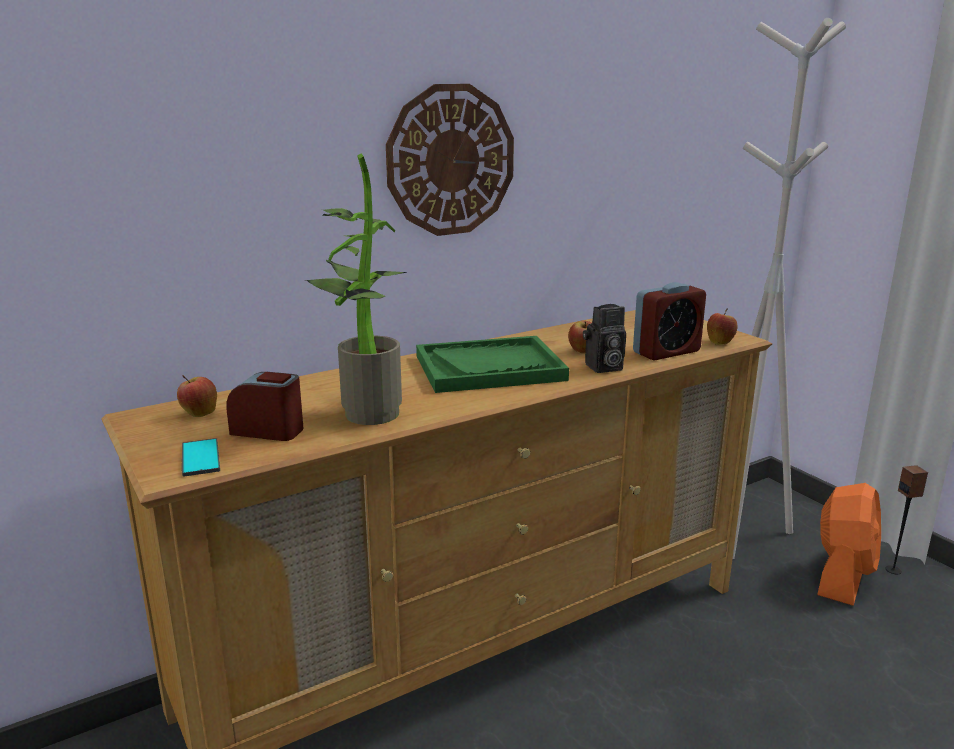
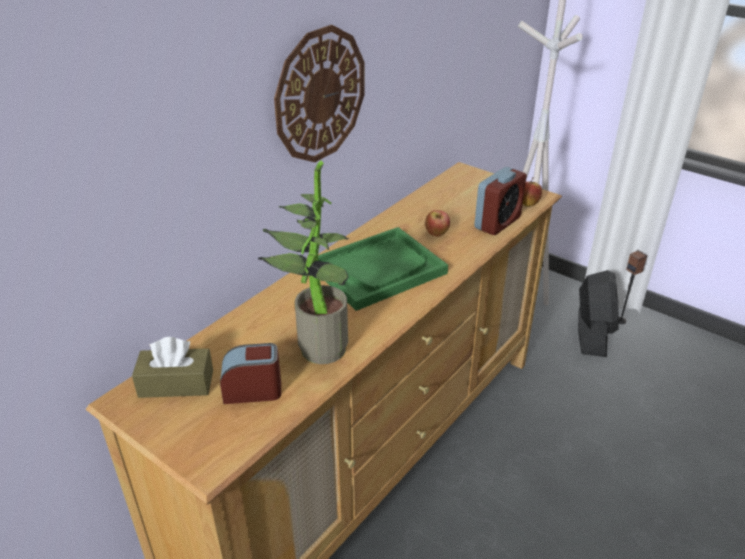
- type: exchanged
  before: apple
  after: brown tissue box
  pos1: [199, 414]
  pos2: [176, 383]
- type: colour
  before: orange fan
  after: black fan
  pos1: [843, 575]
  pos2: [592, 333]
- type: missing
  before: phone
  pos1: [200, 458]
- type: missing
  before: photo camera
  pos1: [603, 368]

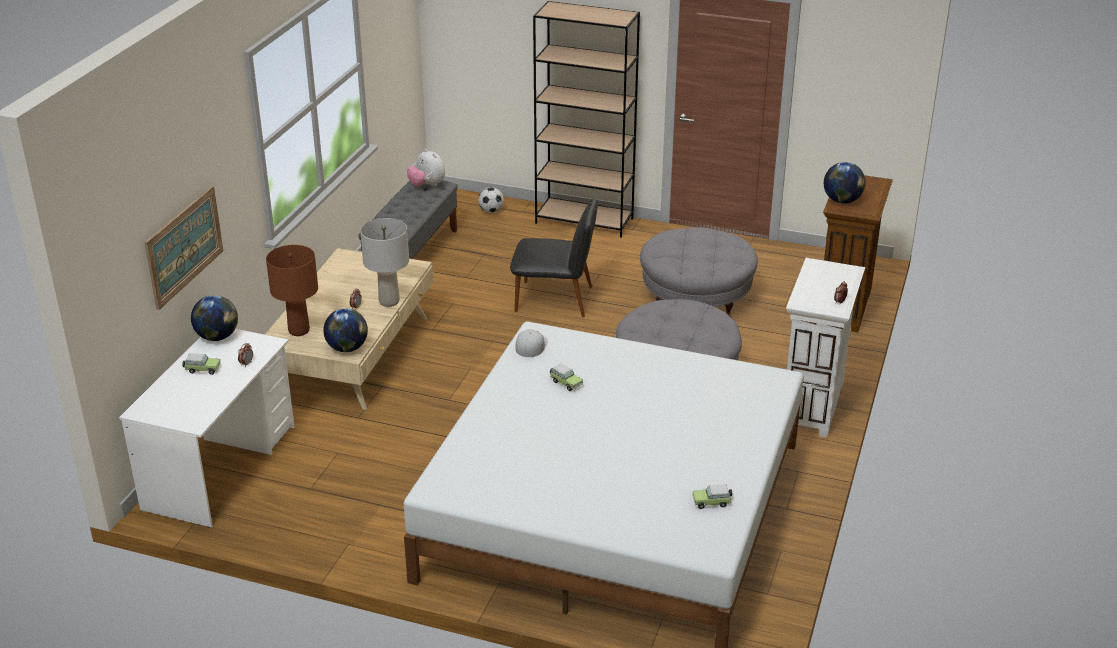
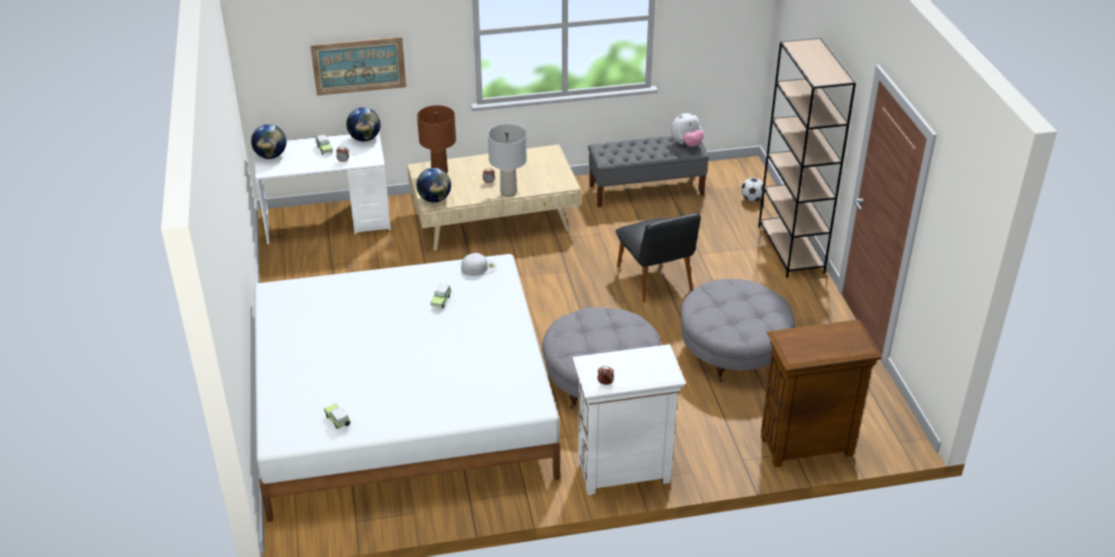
- type: relocated
  before: globe
  pos1: [842, 201]
  pos2: [271, 156]
- type: spun
  before: plush toy
  pos1: [427, 185]
  pos2: [686, 144]
  turn: -135

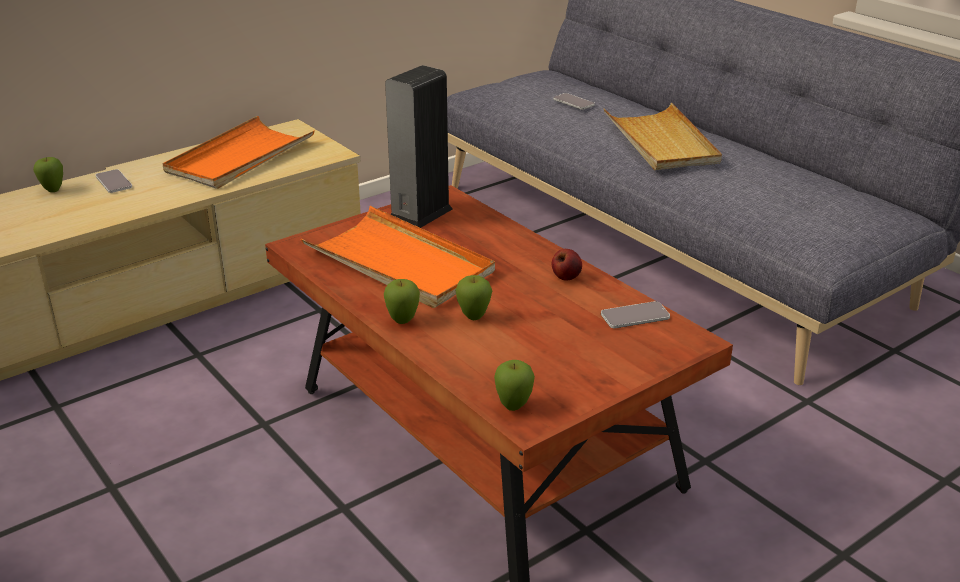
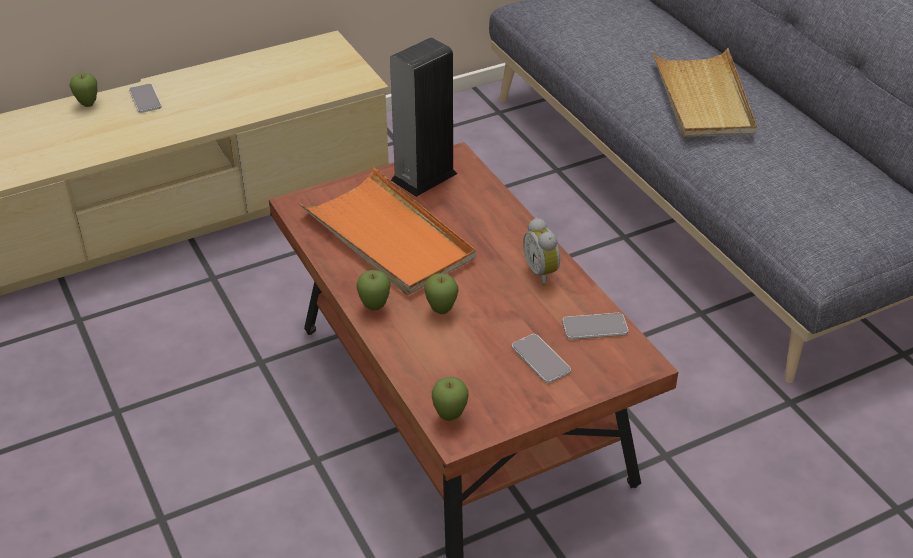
- type: relocated
  before: phone
  pos1: [573, 102]
  pos2: [540, 359]
- type: exchanged
  before: apple
  after: alarm clock
  pos1: [566, 277]
  pos2: [542, 272]
- type: missing
  before: orange tray
  pos1: [239, 158]

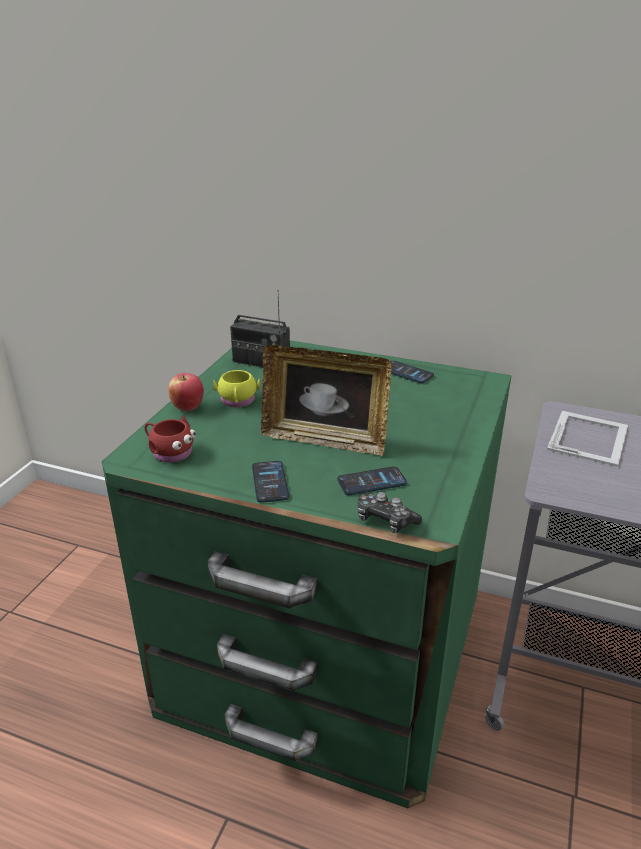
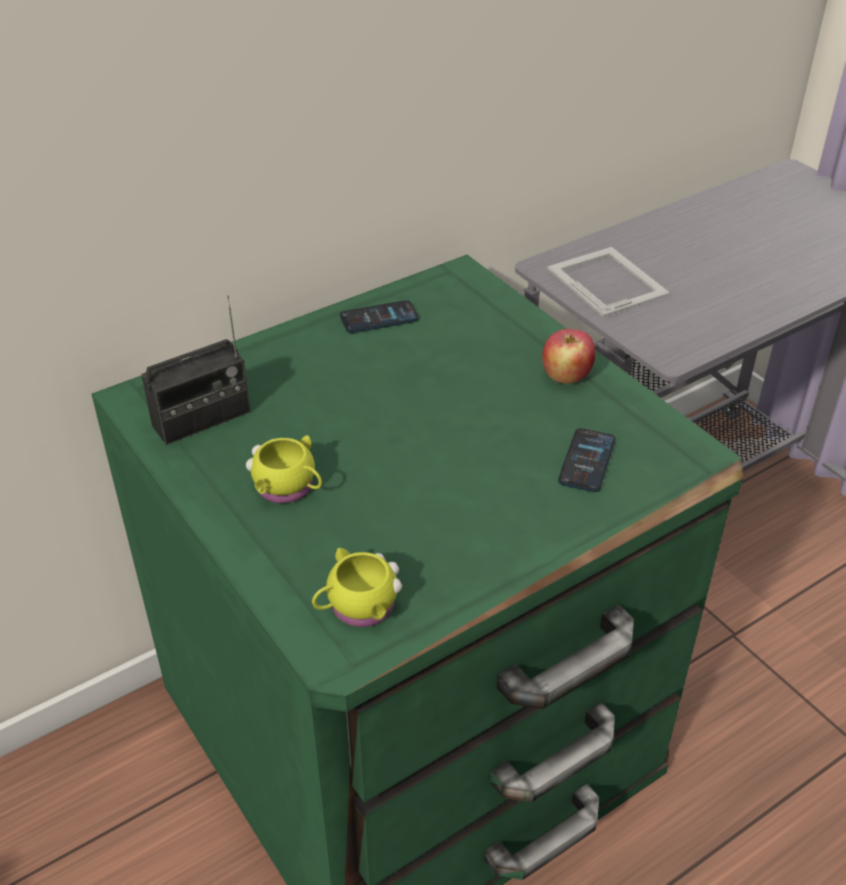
- type: colour
  before: red mug
  after: yellow mug
  pos1: [169, 452]
  pos2: [357, 607]
- type: relocated
  before: apple
  pos1: [187, 407]
  pos2: [566, 377]
- type: missing
  before: phone
  pos1: [270, 482]
- type: missing
  before: picture frame
  pos1: [324, 439]
- type: missing
  before: game controller
  pos1: [385, 520]

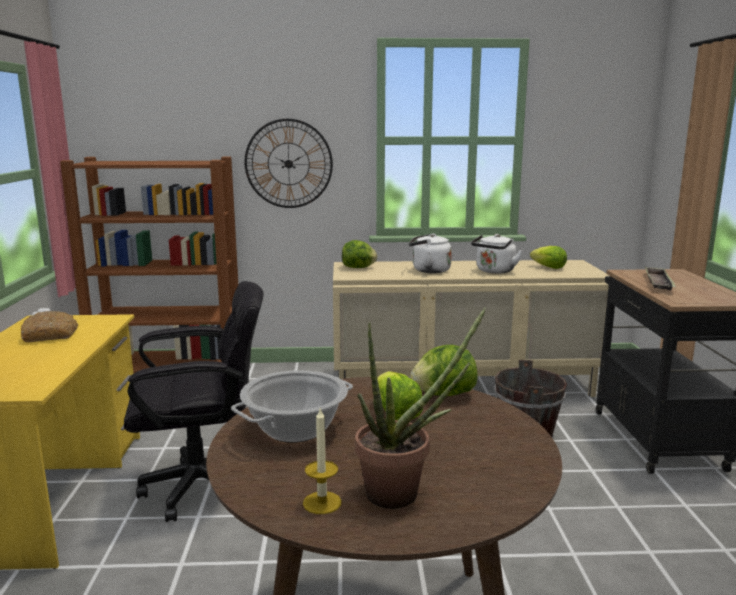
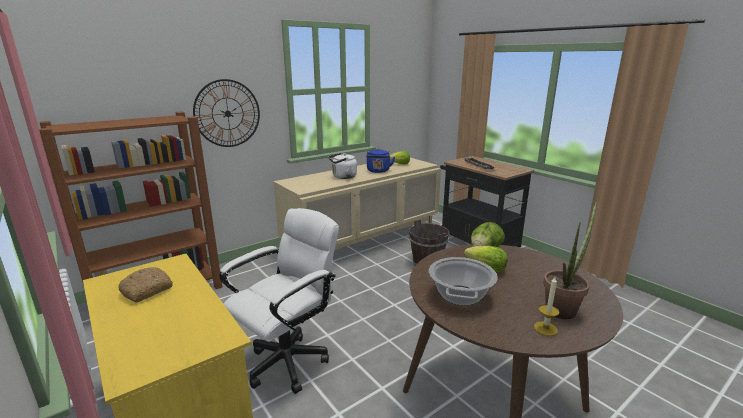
- type: colour
  before: black office chair
  after: white office chair
  pos1: [204, 487]
  pos2: [290, 361]
- type: colour
  before: white kettle
  after: blue kettle
  pos1: [494, 271]
  pos2: [378, 171]
- type: missing
  before: lettuce
  pos1: [358, 268]

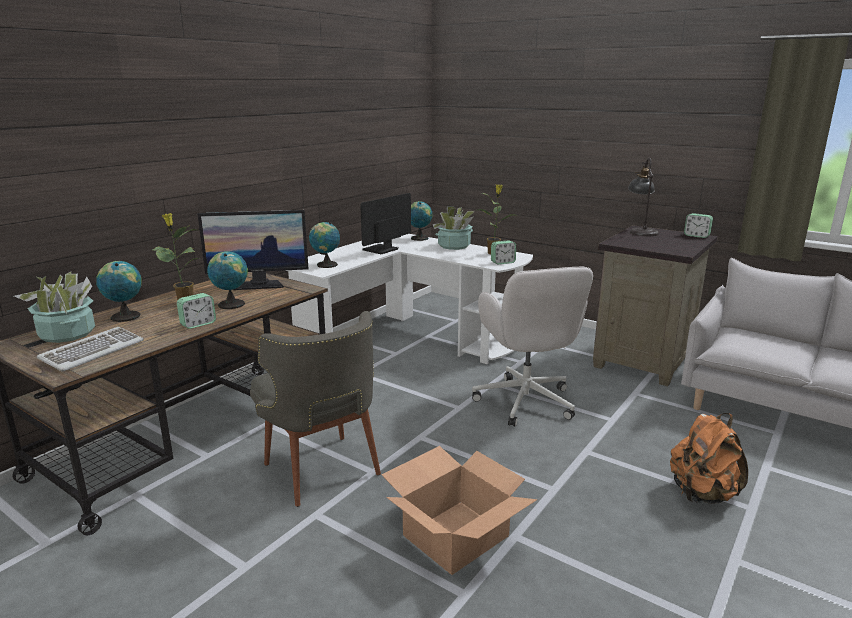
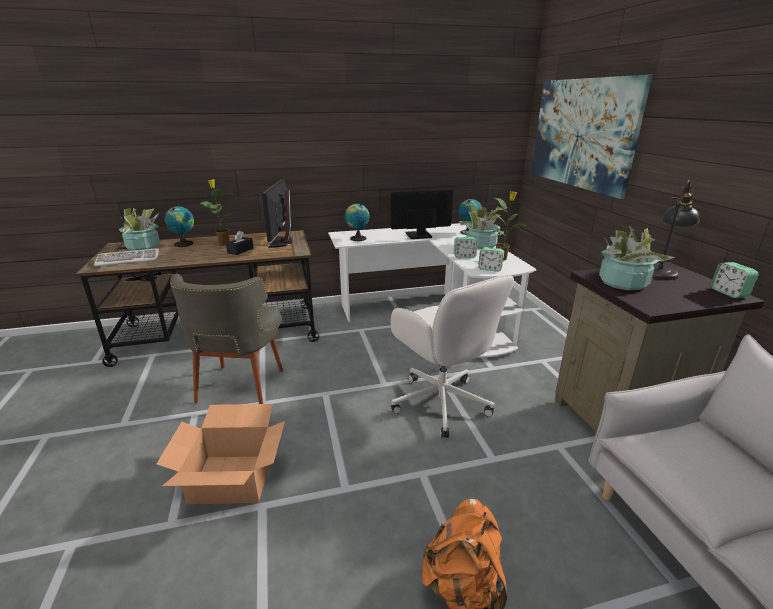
- type: exchanged
  before: globe
  after: black tissue box
  pos1: [231, 304]
  pos2: [240, 250]
- type: spun
  before: monitor
  pos1: [259, 285]
  pos2: [282, 242]
  turn: 60
- type: spun
  before: white office chair
  pos1: [524, 401]
  pos2: [440, 403]
  turn: -60
- type: relocated
  before: alarm clock
  pos1: [198, 324]
  pos2: [464, 257]
- type: appeared
  after: picture
  pos2: [582, 133]
- type: appeared
  after: potted plant
  pos2: [622, 282]

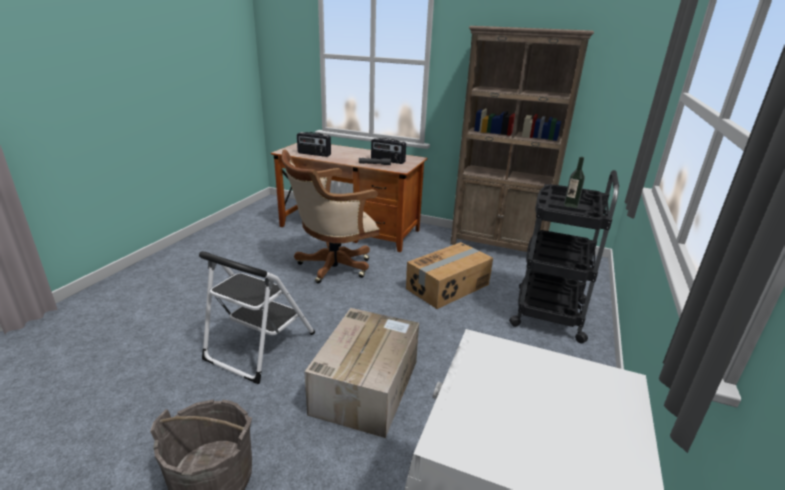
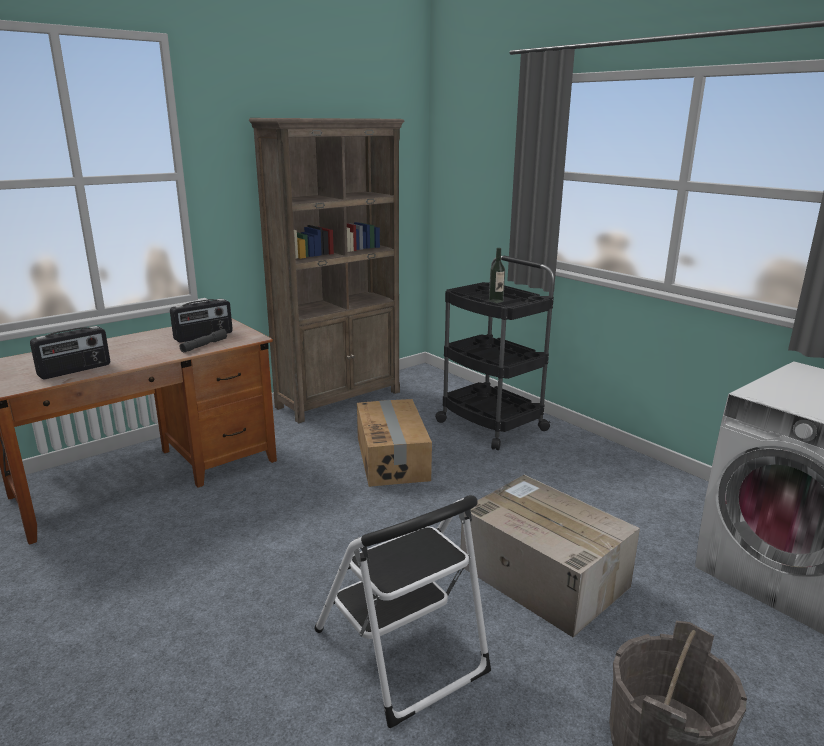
- type: missing
  before: office chair
  pos1: [331, 267]

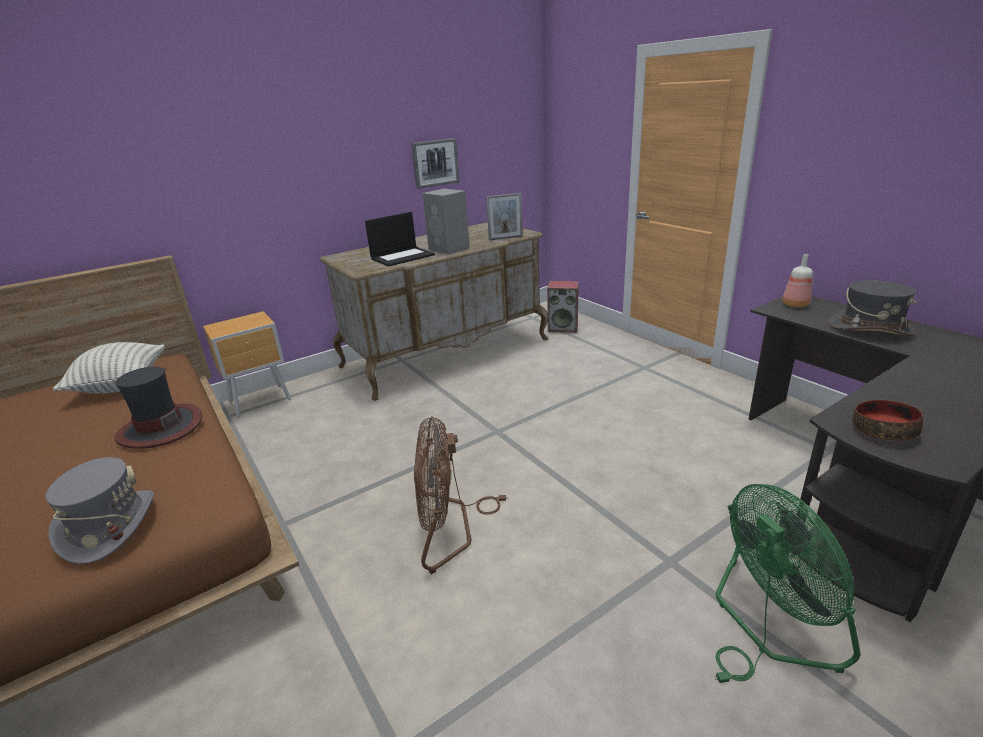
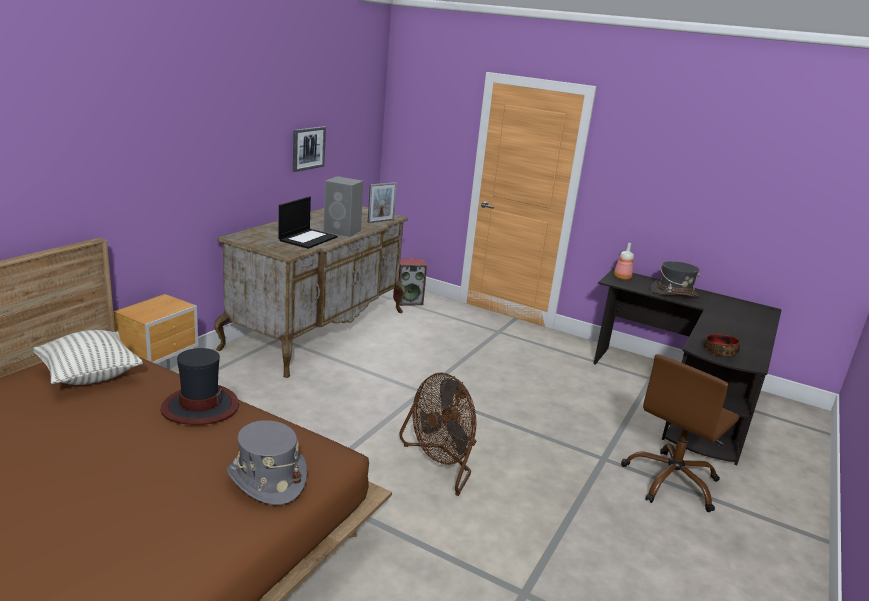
- type: exchanged
  before: green fan
  after: brown office chair
  pos1: [761, 625]
  pos2: [672, 481]

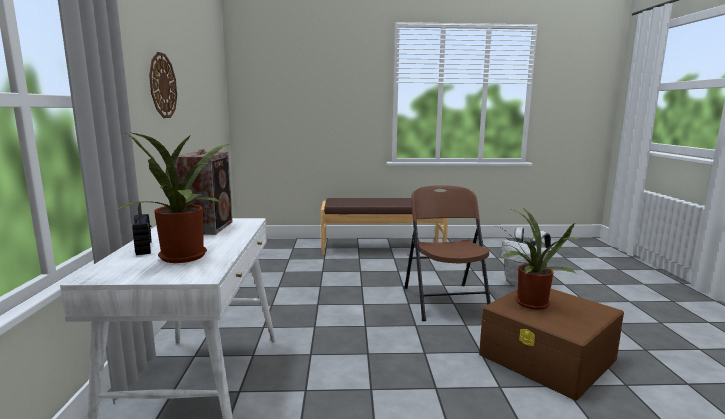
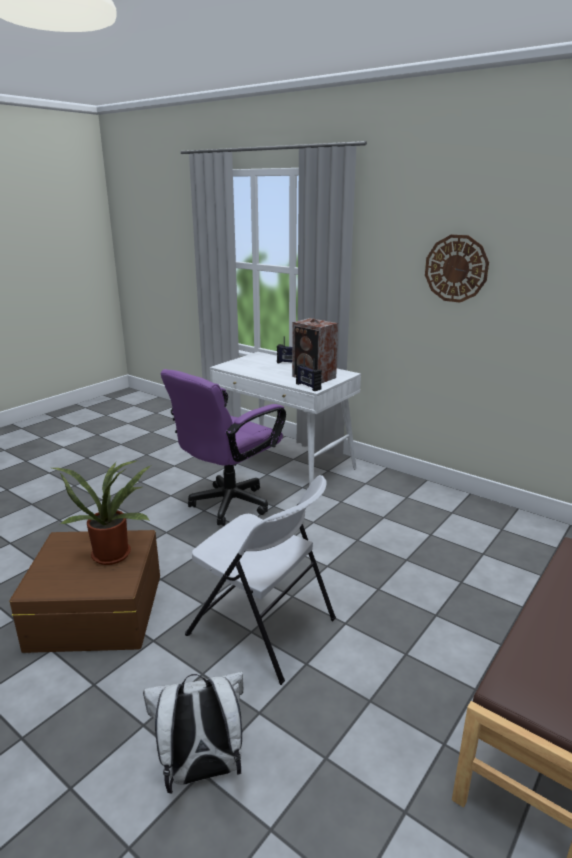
- type: appeared
  after: purple office chair
  pos2: [227, 507]
- type: colour
  before: brown chair
  after: white chair
  pos1: [445, 302]
  pos2: [261, 627]
- type: appeared
  after: radio
  pos2: [308, 386]
- type: missing
  before: potted plant
  pos1: [185, 258]

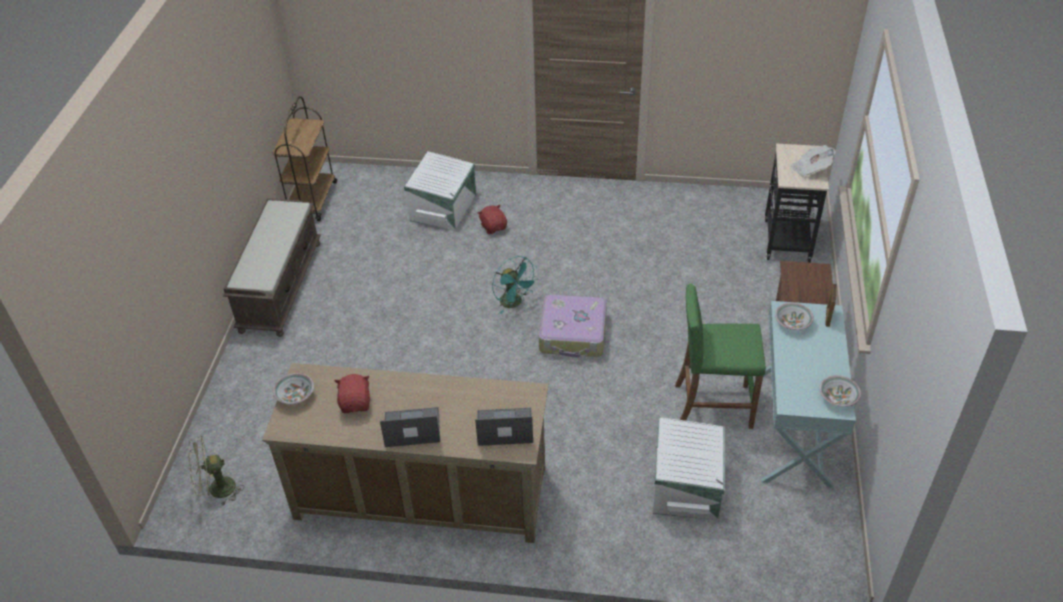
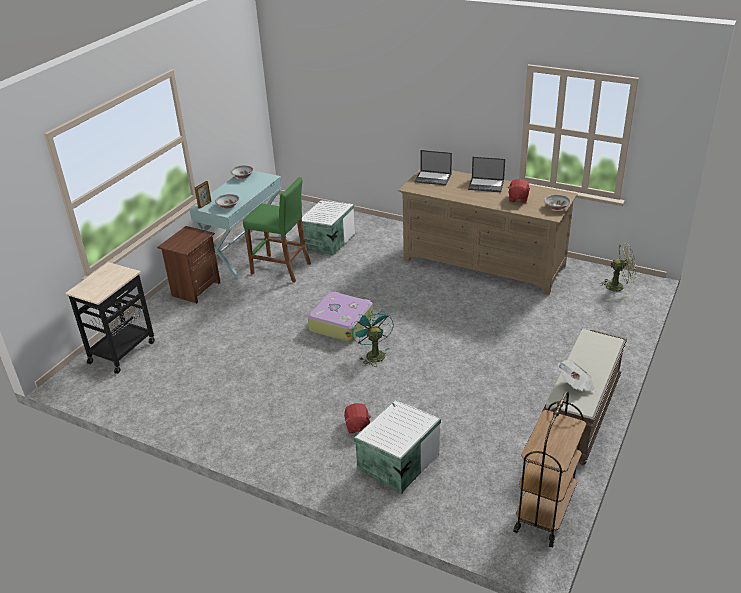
- type: relocated
  before: newspaper
  pos1: [811, 169]
  pos2: [576, 385]

